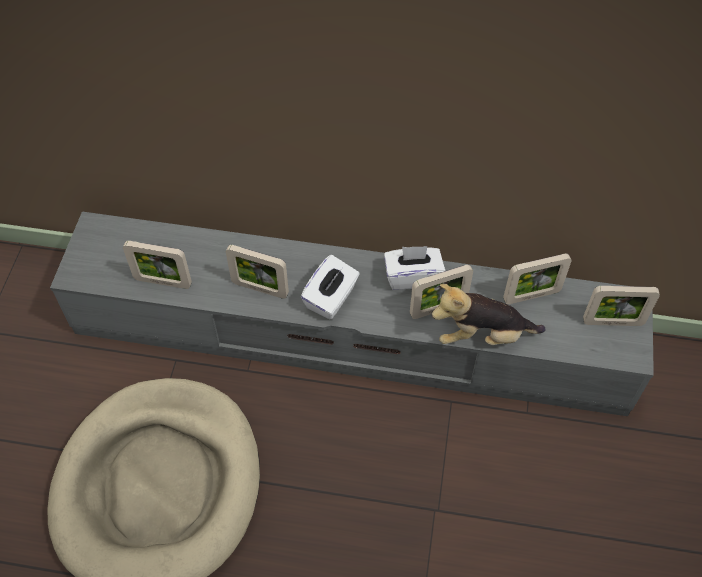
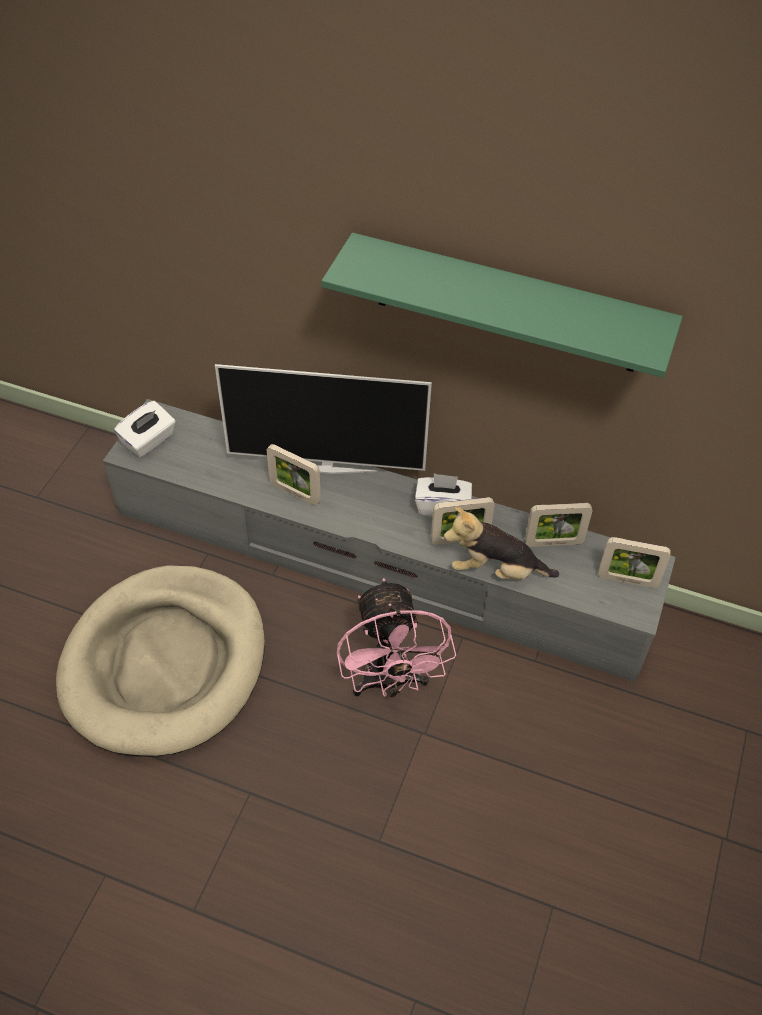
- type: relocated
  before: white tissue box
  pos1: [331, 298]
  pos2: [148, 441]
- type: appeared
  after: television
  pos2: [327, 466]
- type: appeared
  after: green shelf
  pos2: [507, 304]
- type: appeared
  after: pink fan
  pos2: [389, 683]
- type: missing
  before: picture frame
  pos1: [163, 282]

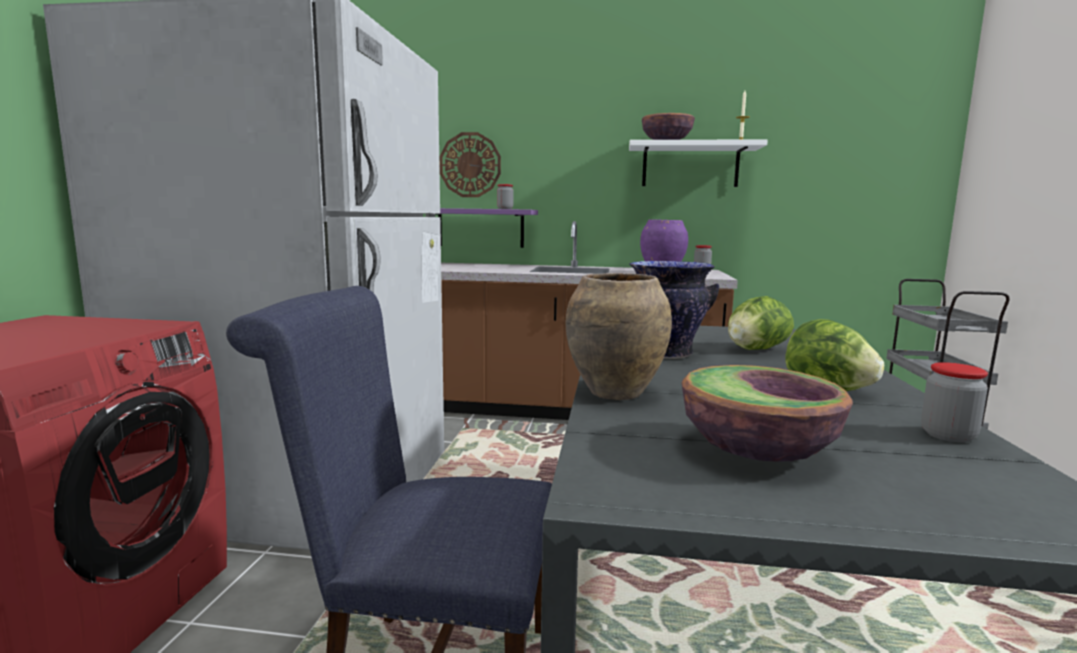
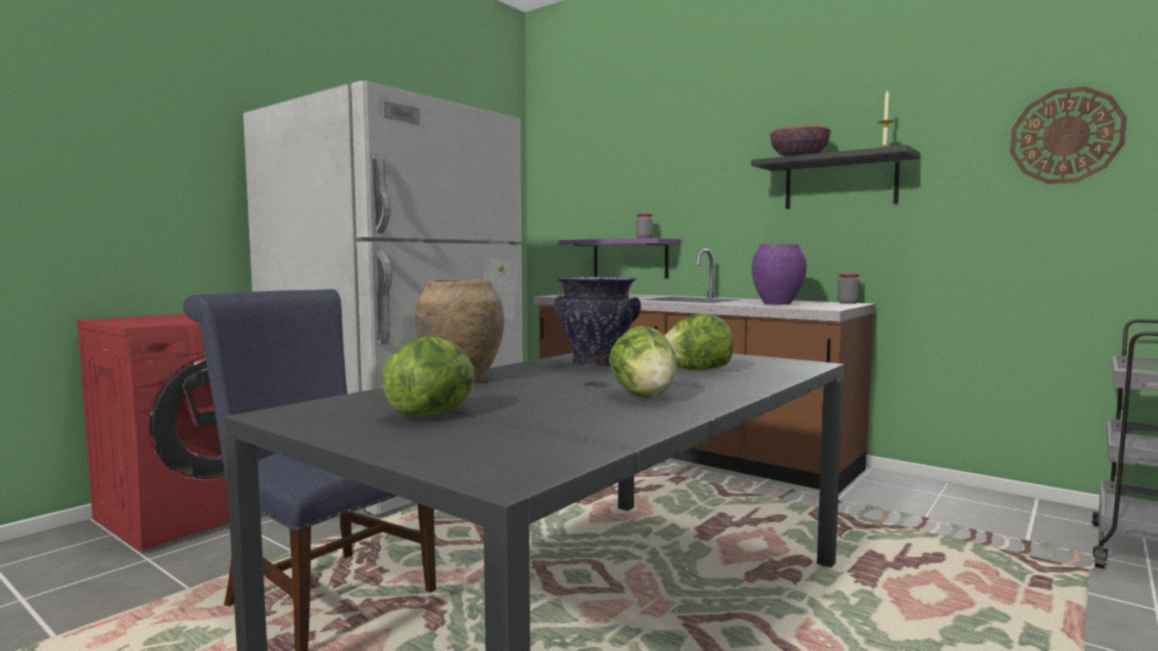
- type: exchanged
  before: bowl
  after: lettuce
  pos1: [757, 452]
  pos2: [433, 414]
- type: colour
  before: white shelf
  after: black shelf
  pos1: [690, 166]
  pos2: [840, 182]
- type: relocated
  before: wall clock
  pos1: [470, 165]
  pos2: [1065, 136]
- type: missing
  before: jar
  pos1: [948, 435]

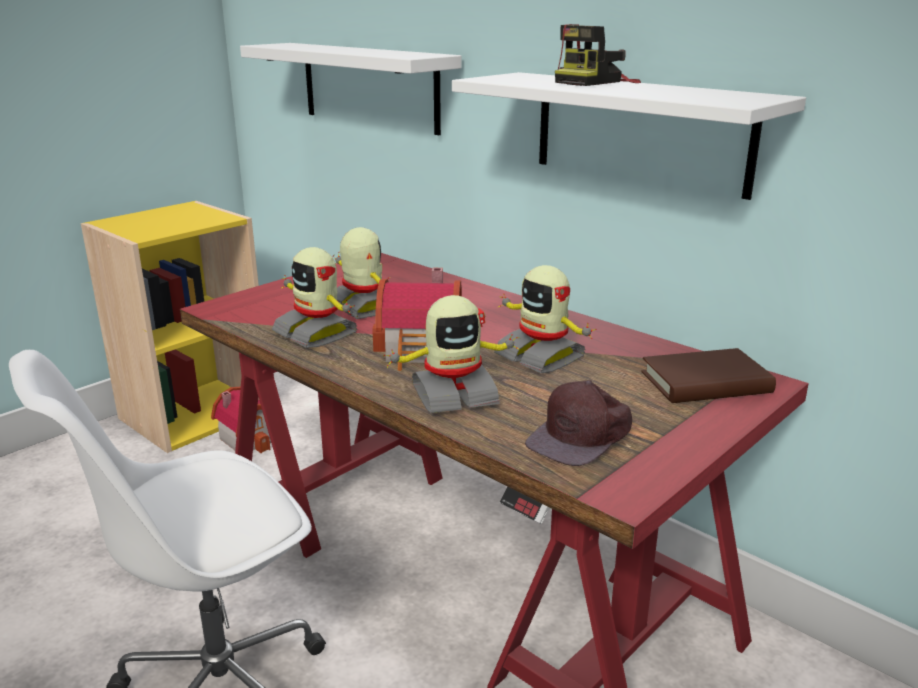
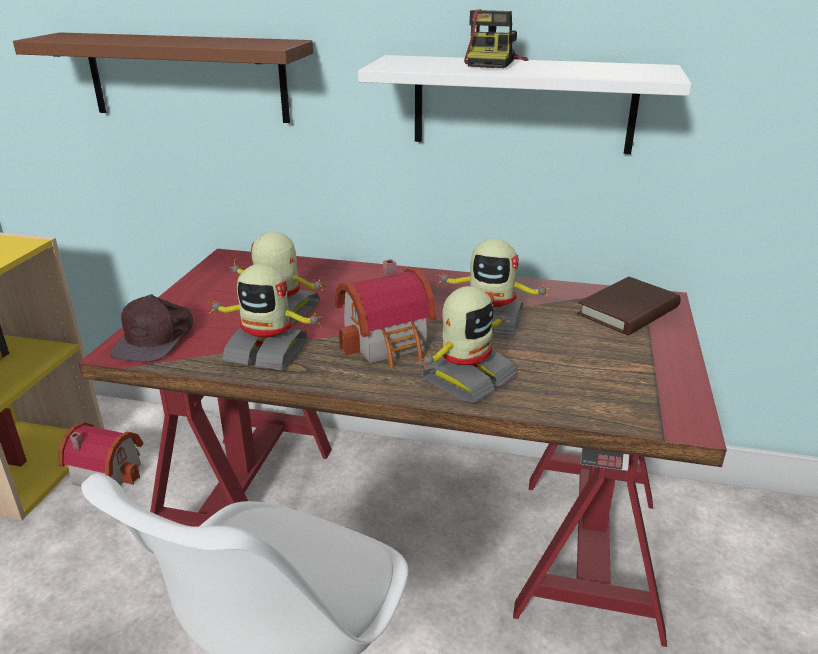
- type: colour
  before: white shelf
  after: brown shelf
  pos1: [369, 86]
  pos2: [187, 77]
- type: relocated
  before: brown cap
  pos1: [582, 436]
  pos2: [156, 339]

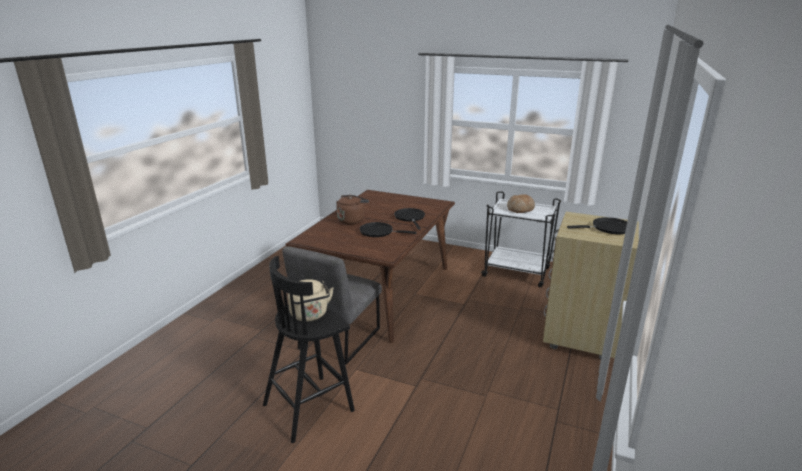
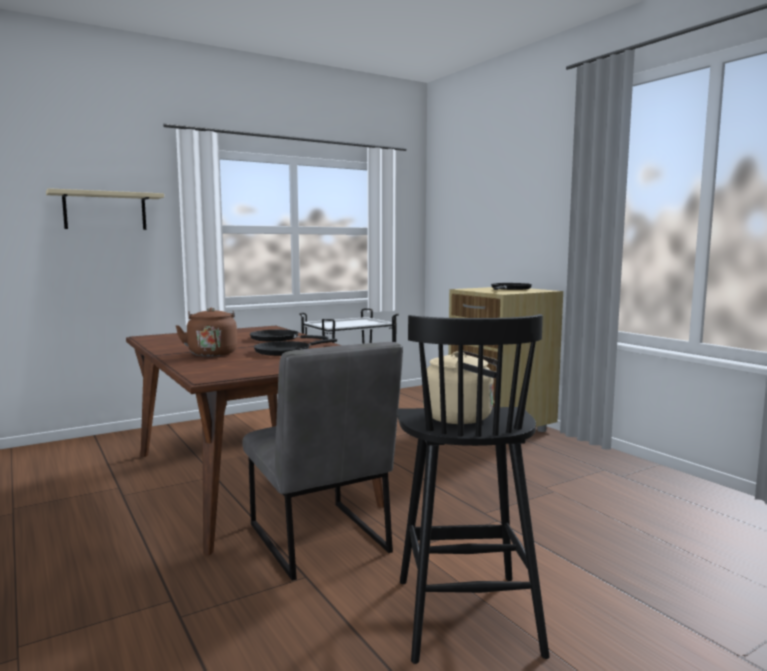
- type: appeared
  after: beige shelf
  pos2: [105, 211]
- type: missing
  before: bread
  pos1: [520, 209]

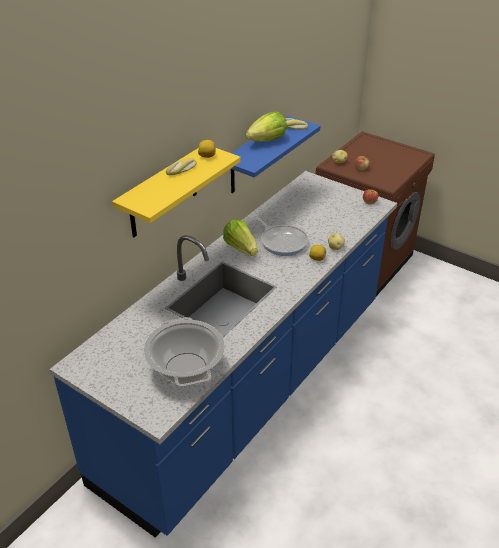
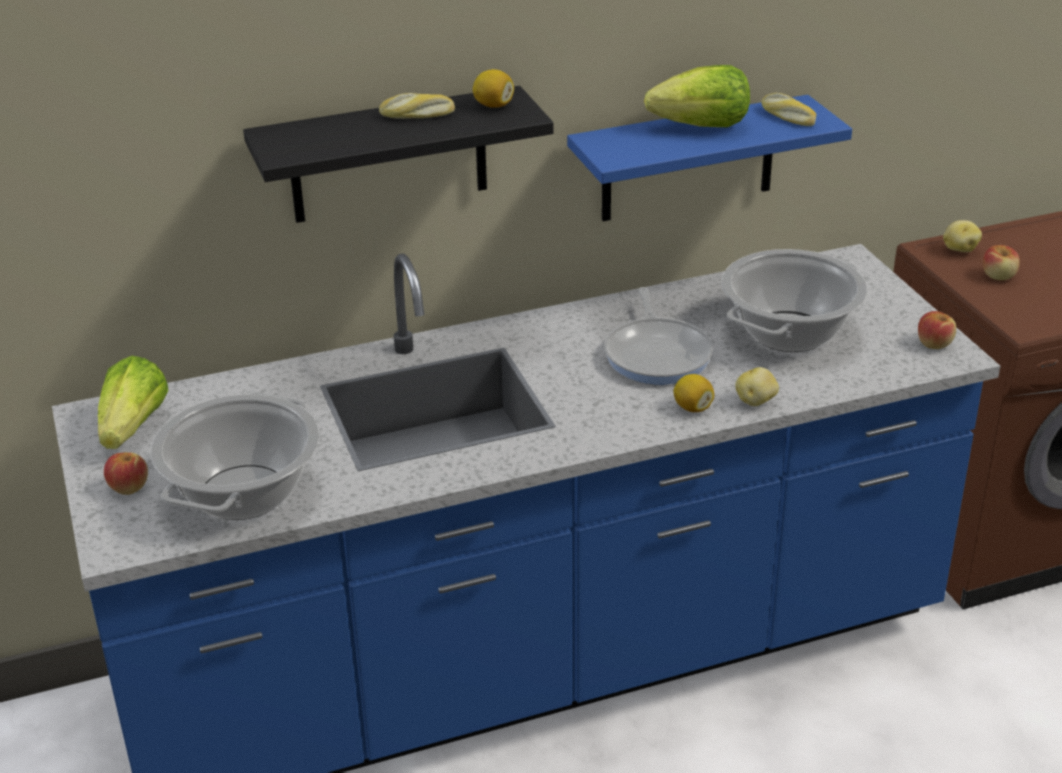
- type: relocated
  before: lettuce
  pos1: [241, 248]
  pos2: [134, 428]
- type: appeared
  after: apple
  pos2: [128, 487]
- type: colour
  before: yellow shelf
  after: black shelf
  pos1: [163, 193]
  pos2: [388, 156]
- type: appeared
  after: cooking pot
  pos2: [789, 332]

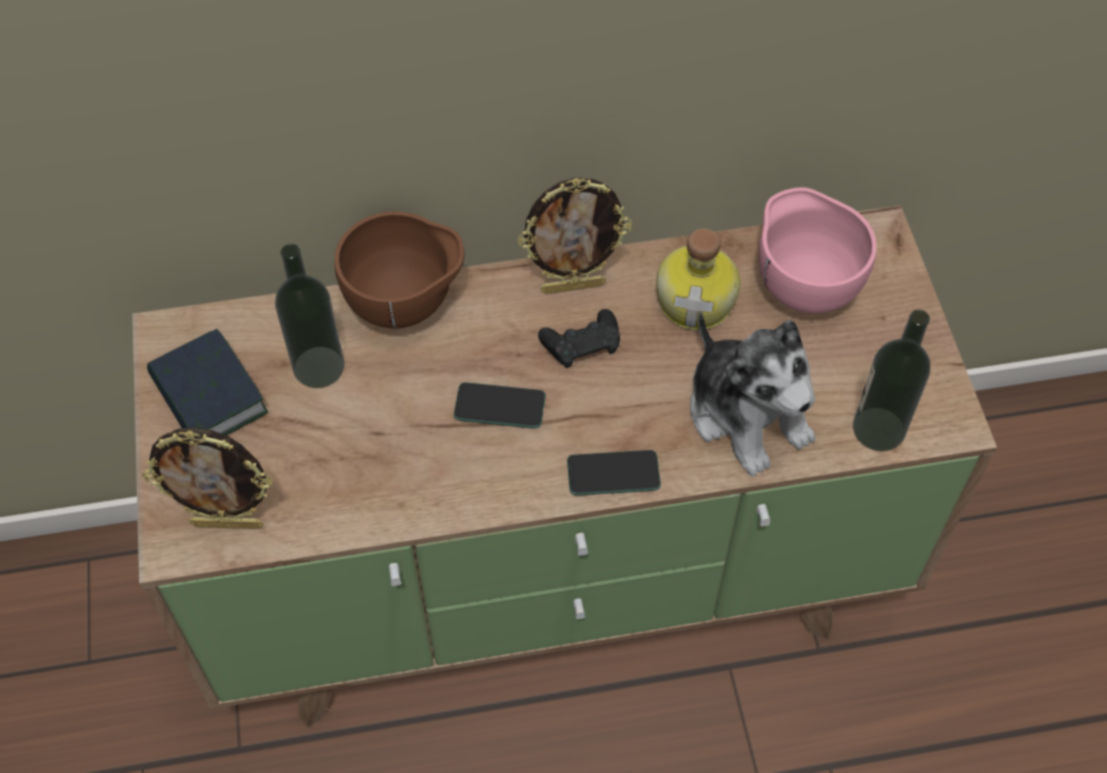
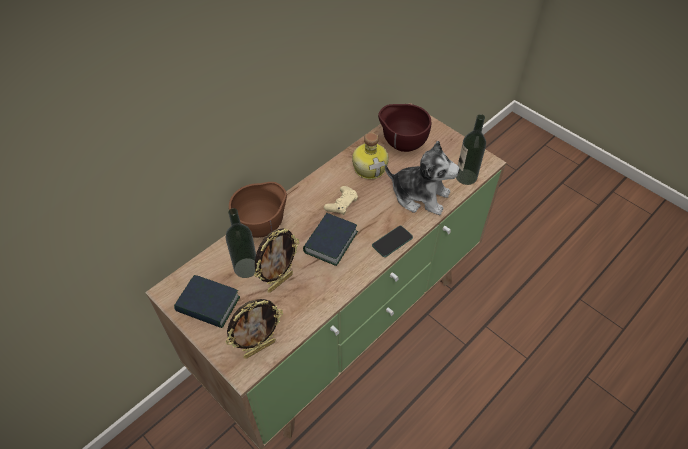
- type: relocated
  before: picture frame
  pos1: [573, 286]
  pos2: [279, 282]
- type: exchanged
  before: phone
  after: book
  pos1: [499, 406]
  pos2: [330, 242]
- type: colour
  before: black game controller
  after: beige game controller
  pos1: [582, 343]
  pos2: [341, 203]
- type: colour
  before: pink bowl
  after: brown bowl
  pos1: [803, 287]
  pos2: [401, 144]

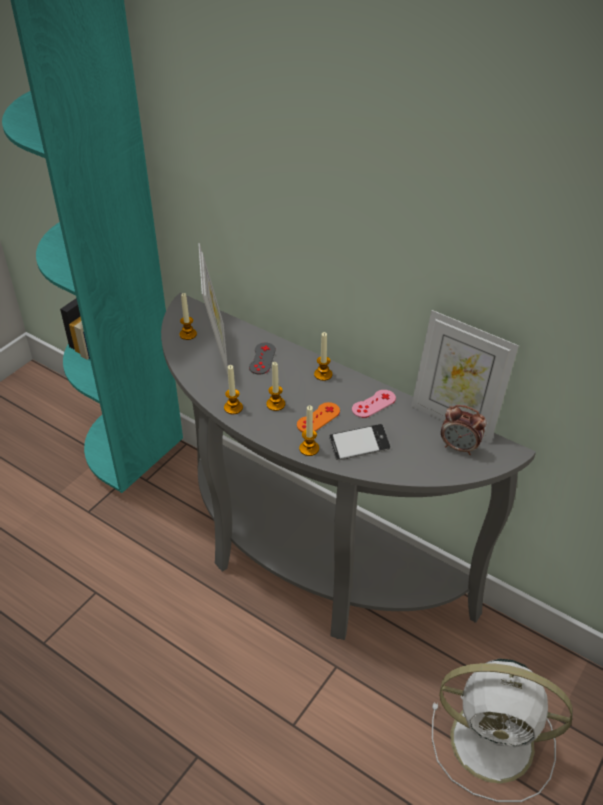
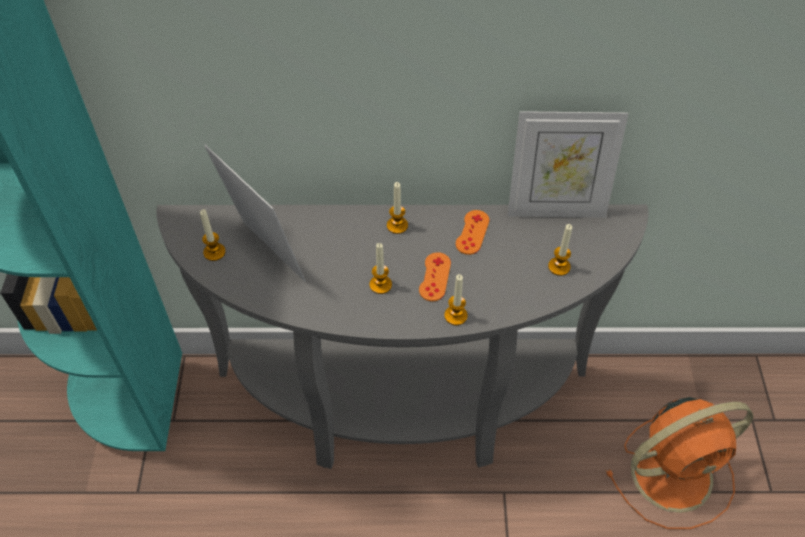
- type: colour
  before: pink game controller
  after: orange game controller
  pos1: [373, 404]
  pos2: [472, 232]
- type: relocated
  before: candle
  pos1: [233, 408]
  pos2: [559, 267]
- type: colour
  before: white fan
  after: orange fan
  pos1: [496, 742]
  pos2: [675, 472]
- type: missing
  before: grey game controller
  pos1: [262, 358]
- type: missing
  before: phone
  pos1: [359, 446]
- type: missing
  before: alarm clock
  pos1: [459, 447]

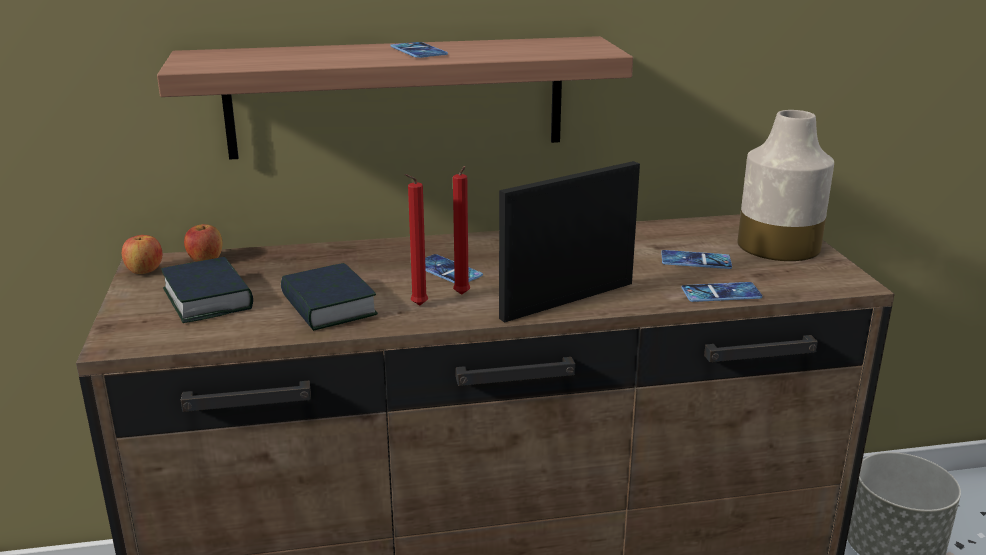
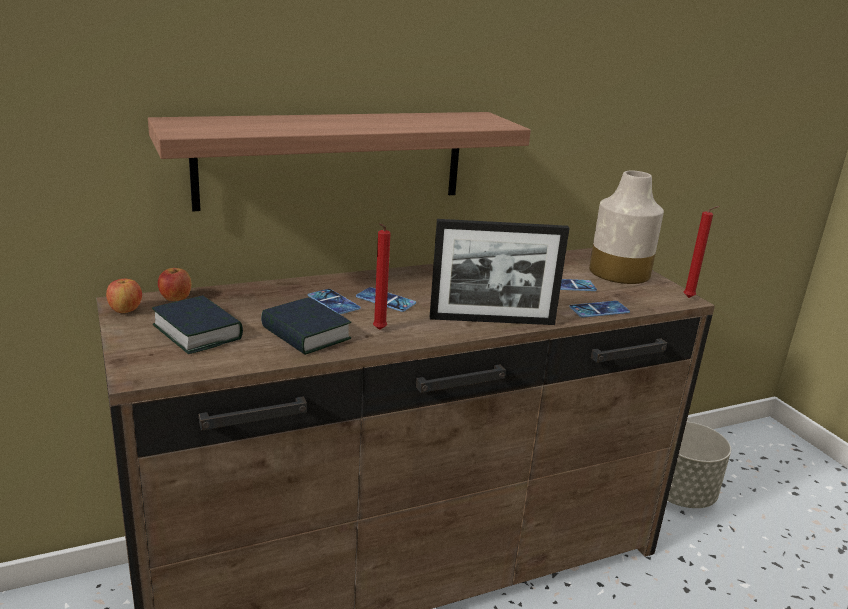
- type: relocated
  before: phone
  pos1: [418, 51]
  pos2: [333, 302]
- type: spun
  before: picture frame
  pos1: [568, 300]
  pos2: [492, 320]
  turn: -135
- type: relocated
  before: red candle
  pos1: [462, 295]
  pos2: [690, 298]

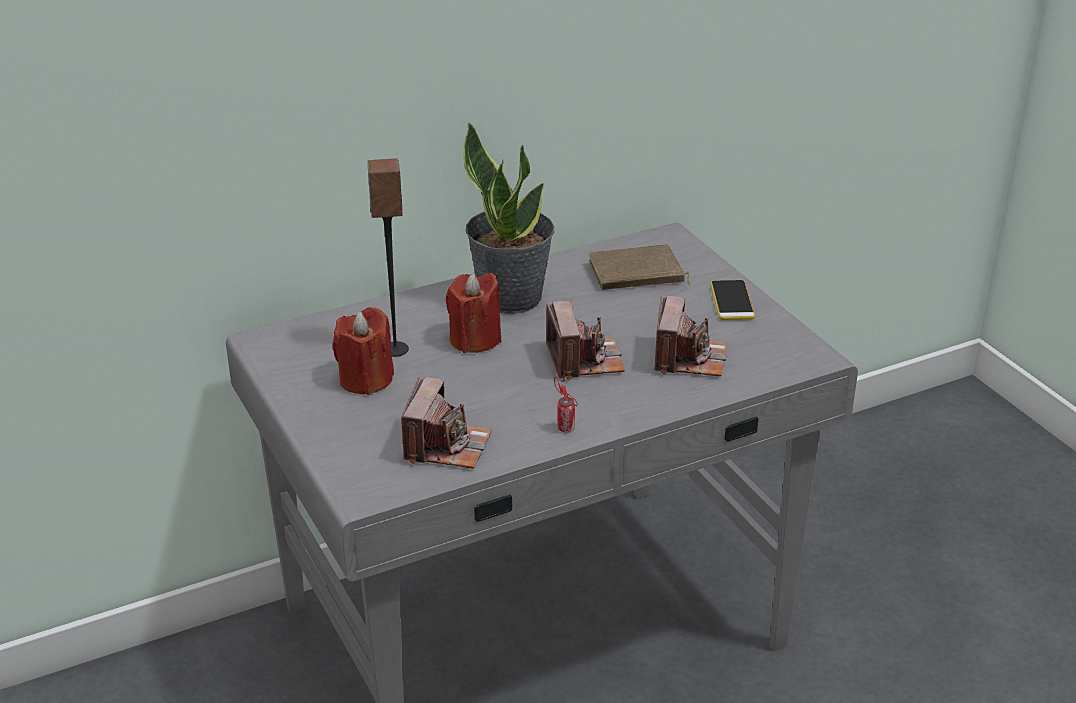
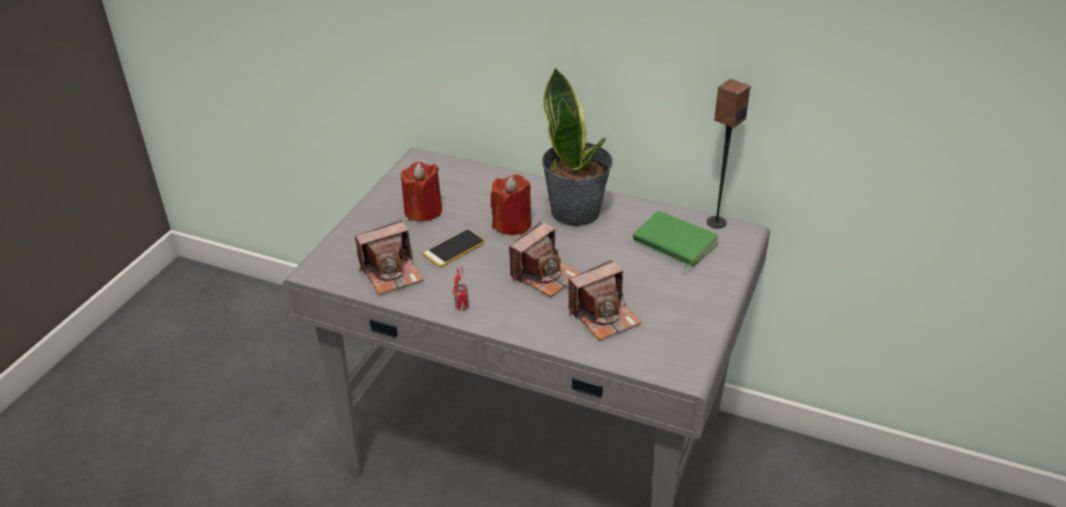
- type: relocated
  before: phone
  pos1: [732, 301]
  pos2: [454, 249]
- type: colour
  before: brown book
  after: green book
  pos1: [636, 274]
  pos2: [673, 244]
- type: relocated
  before: speaker
  pos1: [394, 349]
  pos2: [716, 222]

